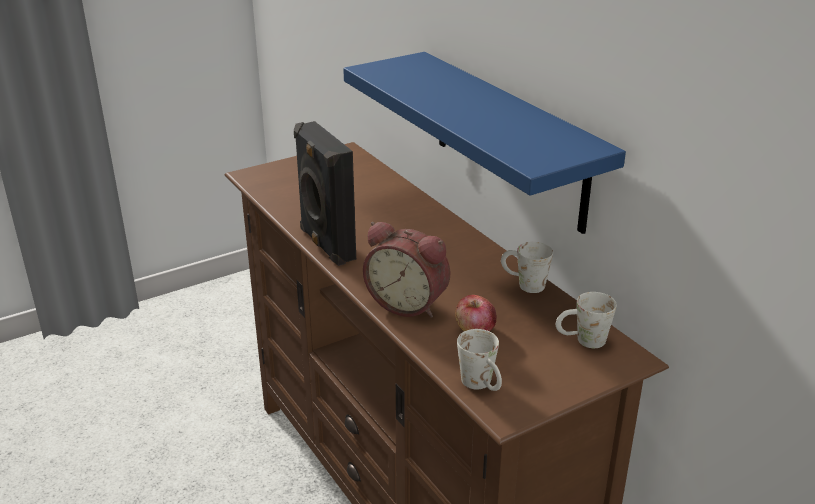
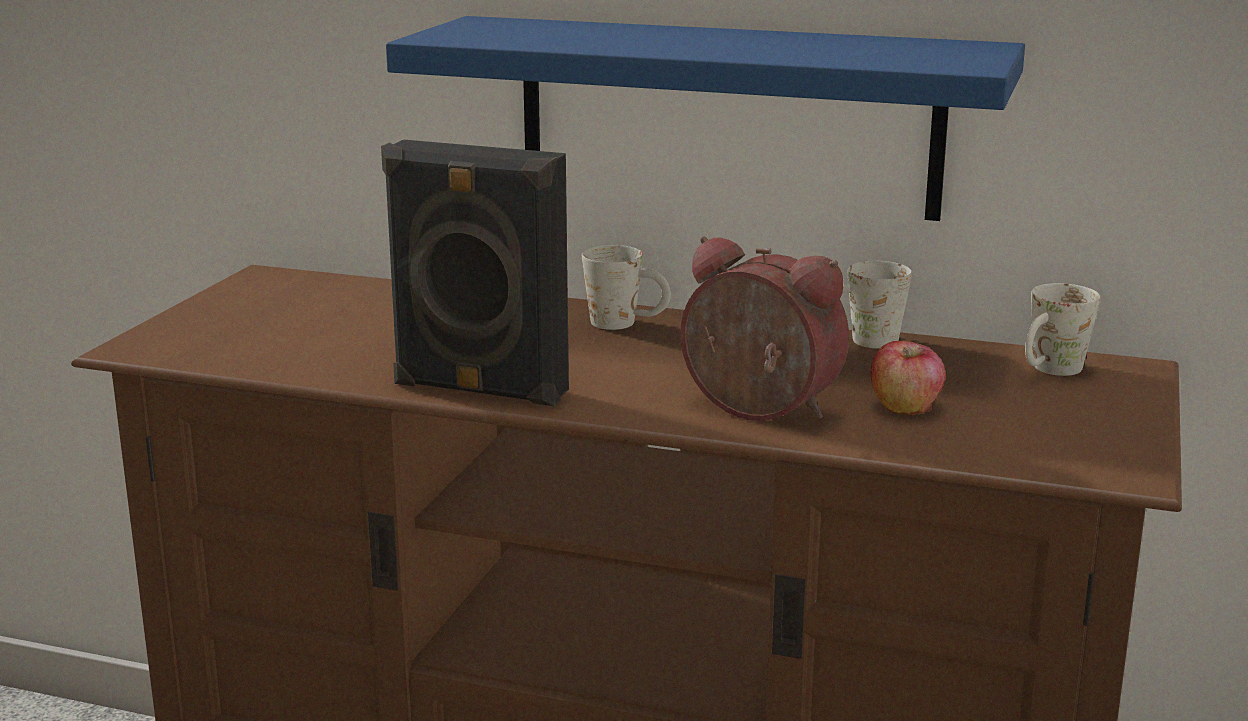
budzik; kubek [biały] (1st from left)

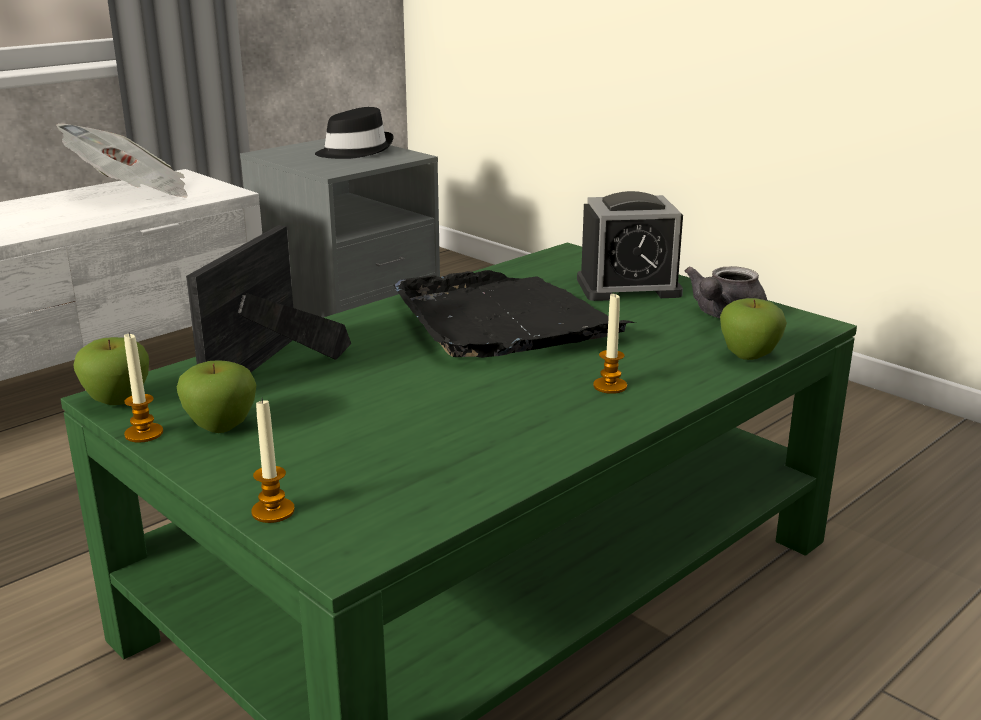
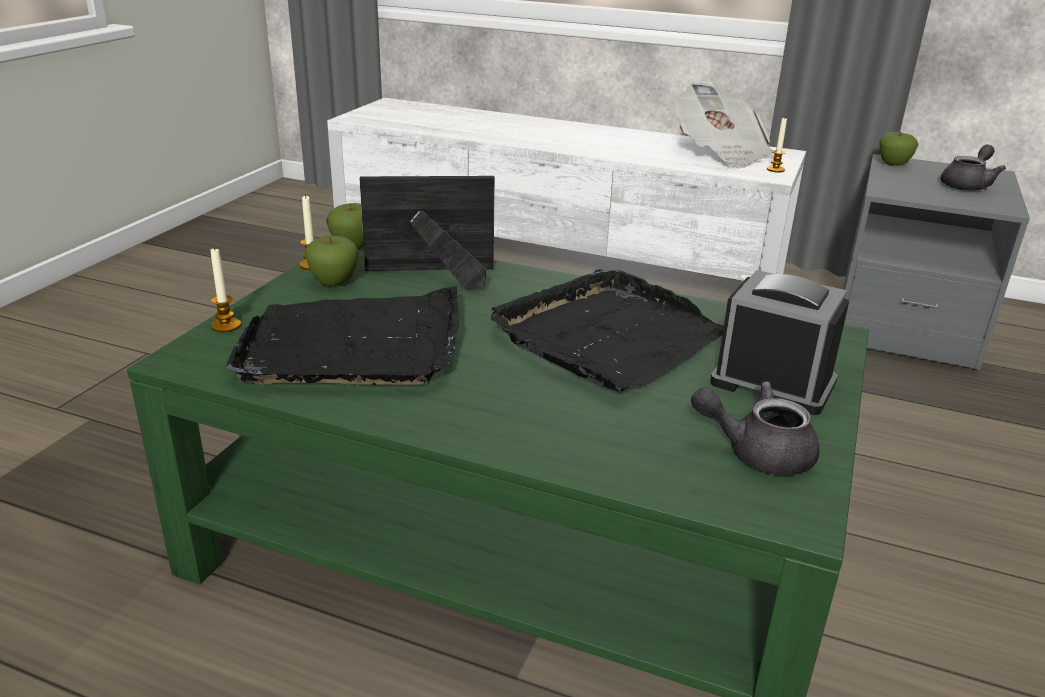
imbryk [szary] (2nd from left); budzik; świeca (3rd from left); jabłko (3rd from left); taca [czarny] (1st from left)

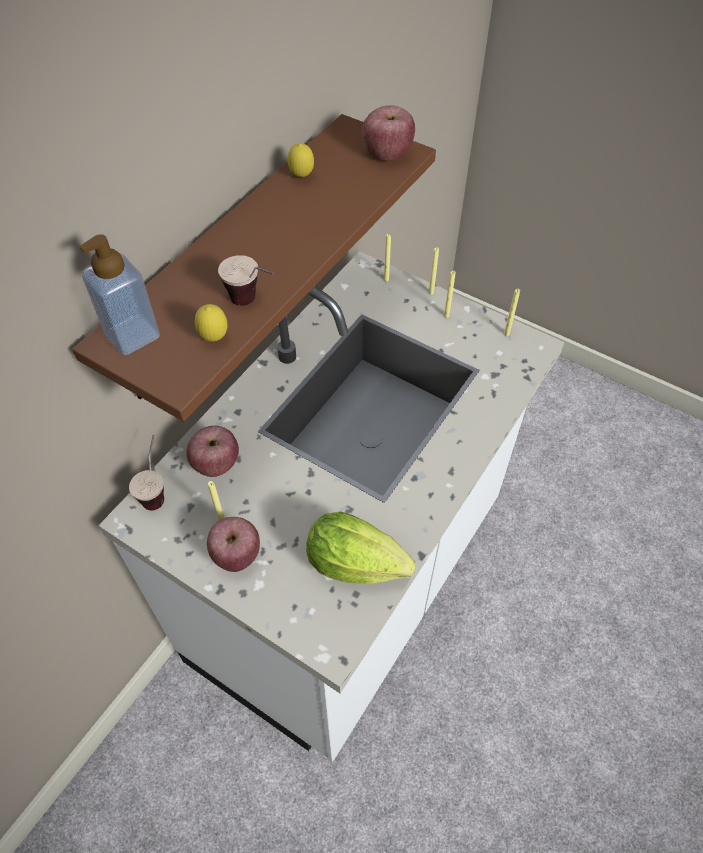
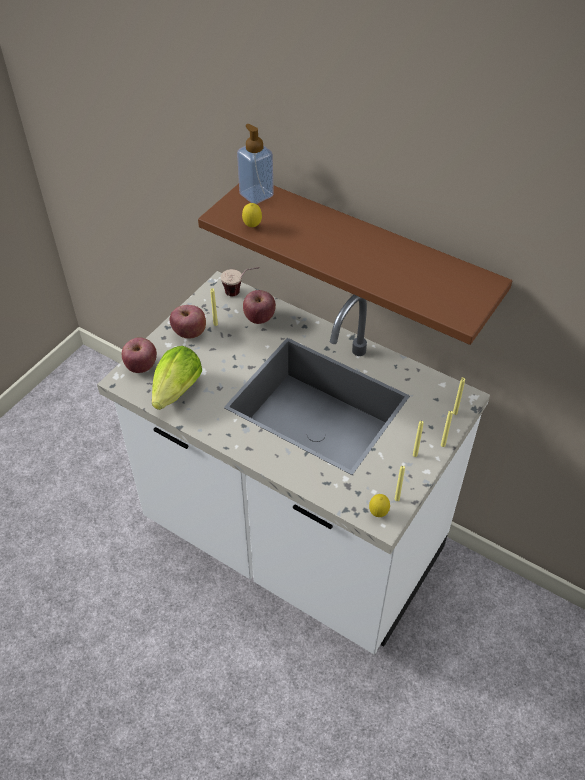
filiżanka (2nd from left in the first image); cytryna (2nd from left); jabłko (1st from left)

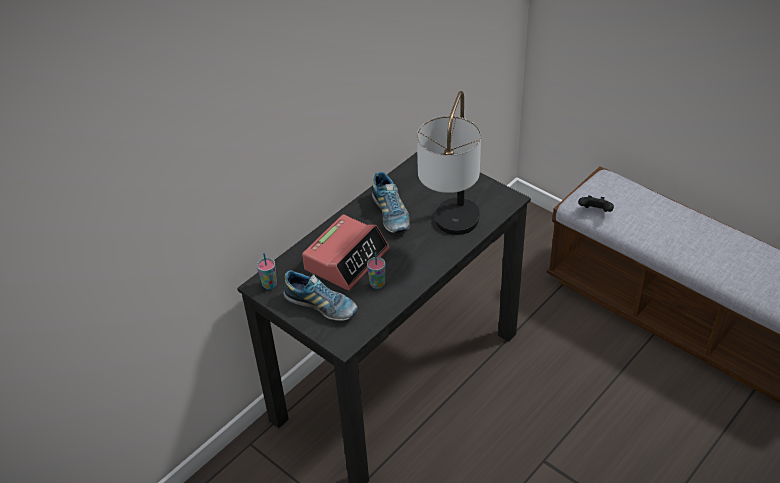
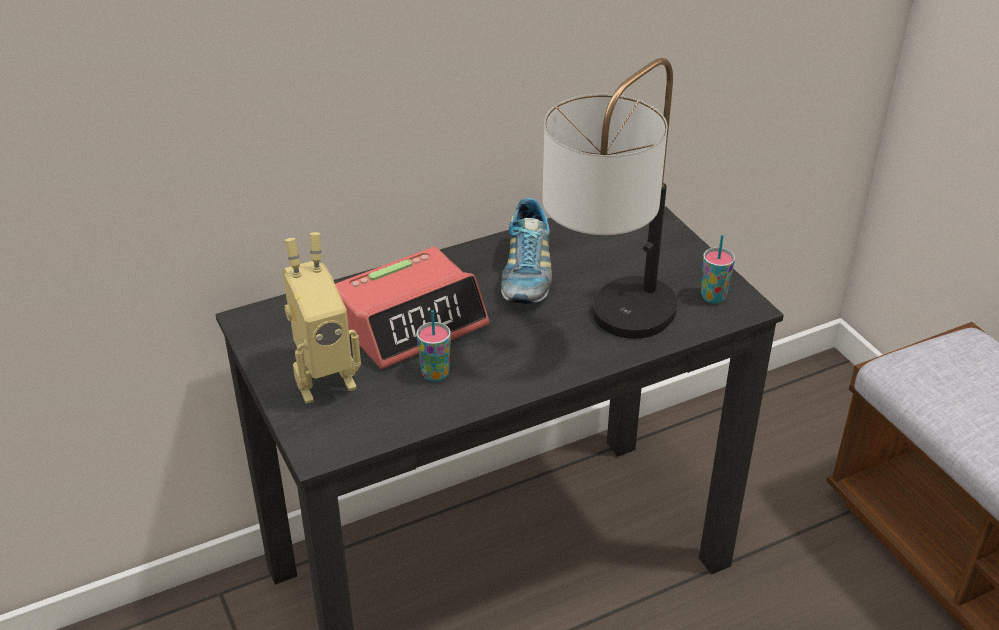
filiżanka (2nd from left); robot zabawkowy; pad do gier [czarny]

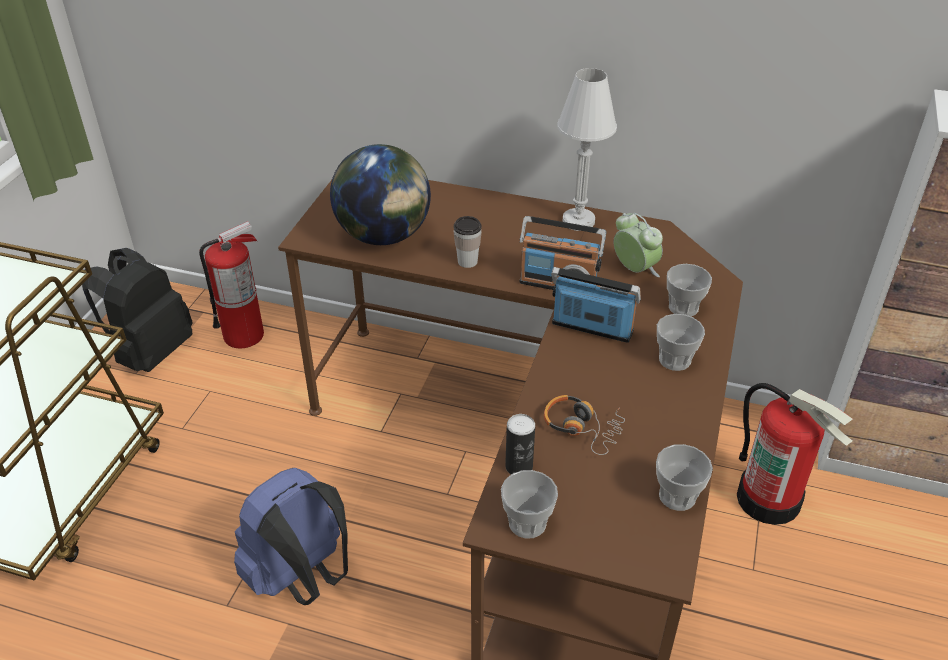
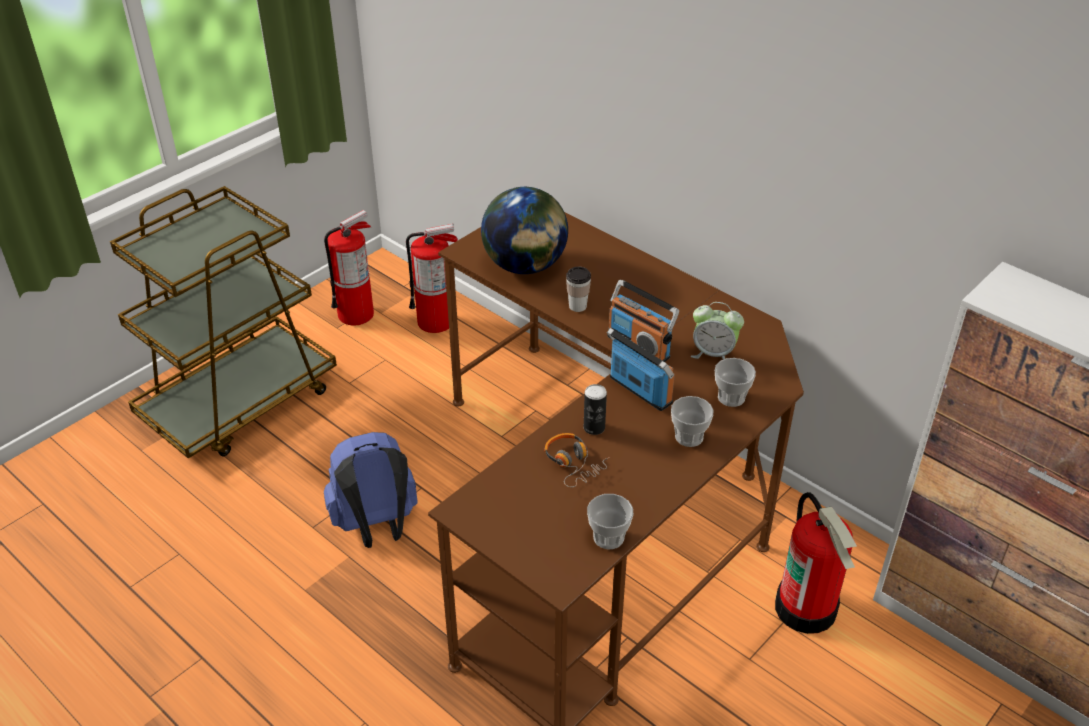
gaśnica (1st from left); filiżanka (2nd from left in the first image); puszka; lampa stołowa [biały]; budzik

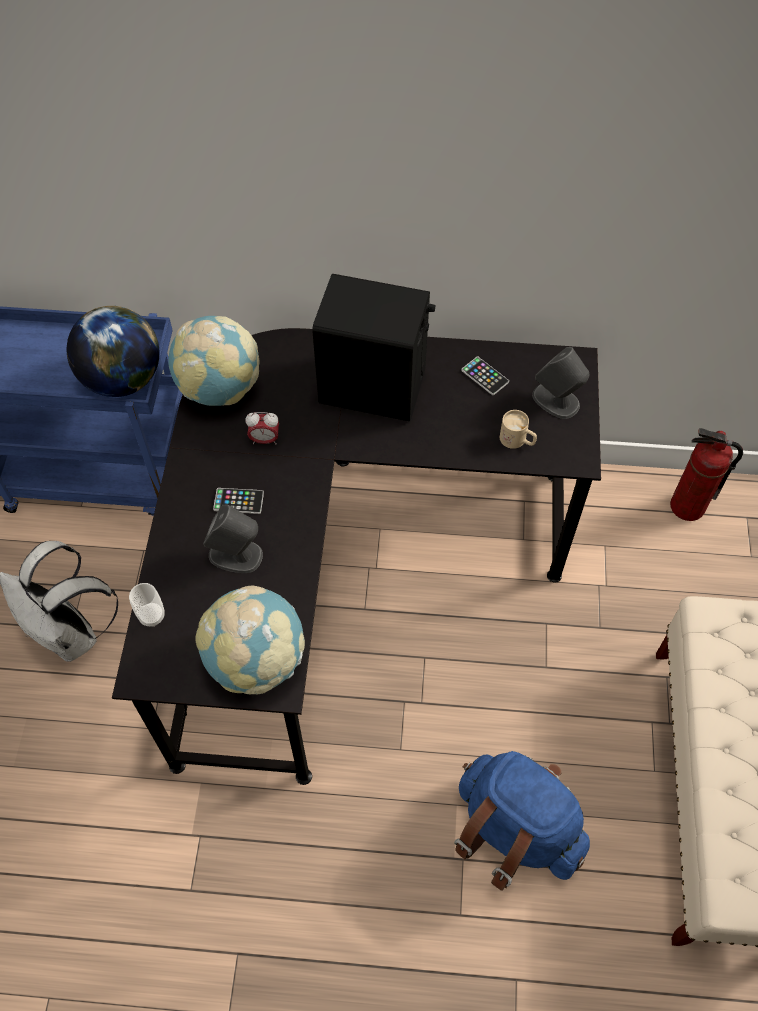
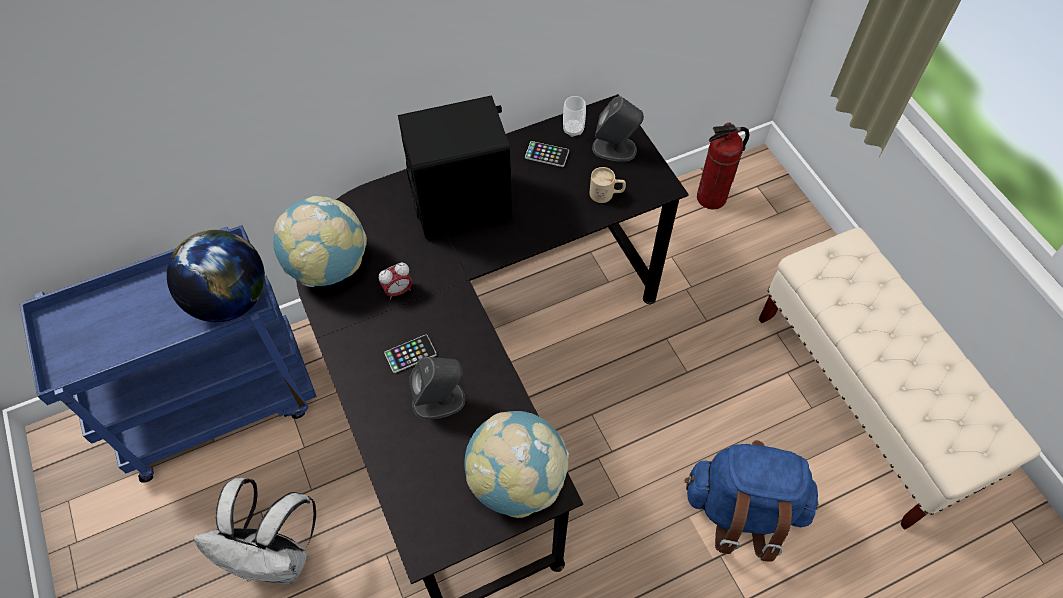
filiżanka

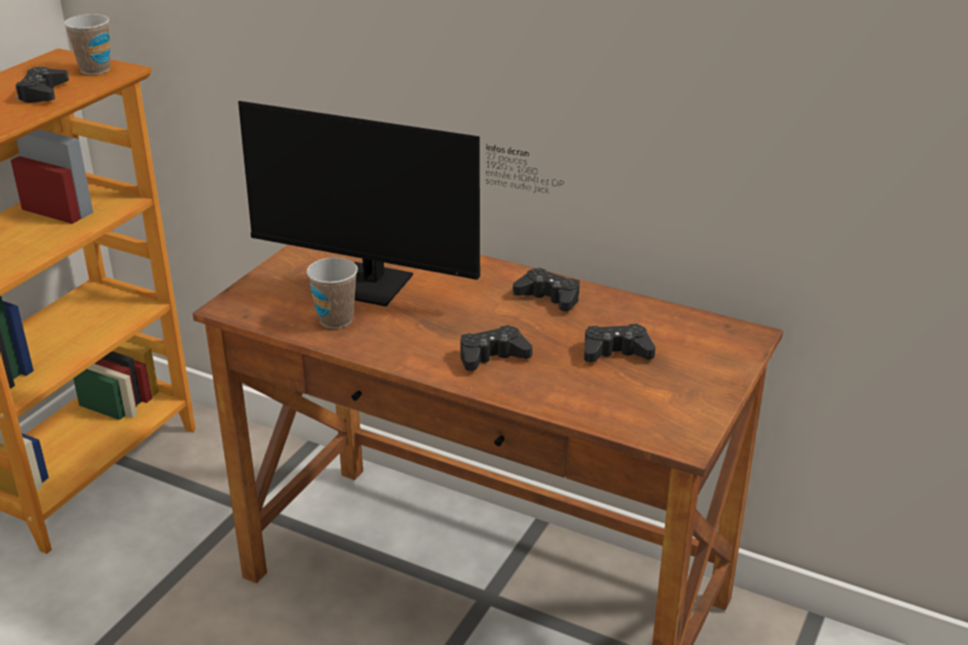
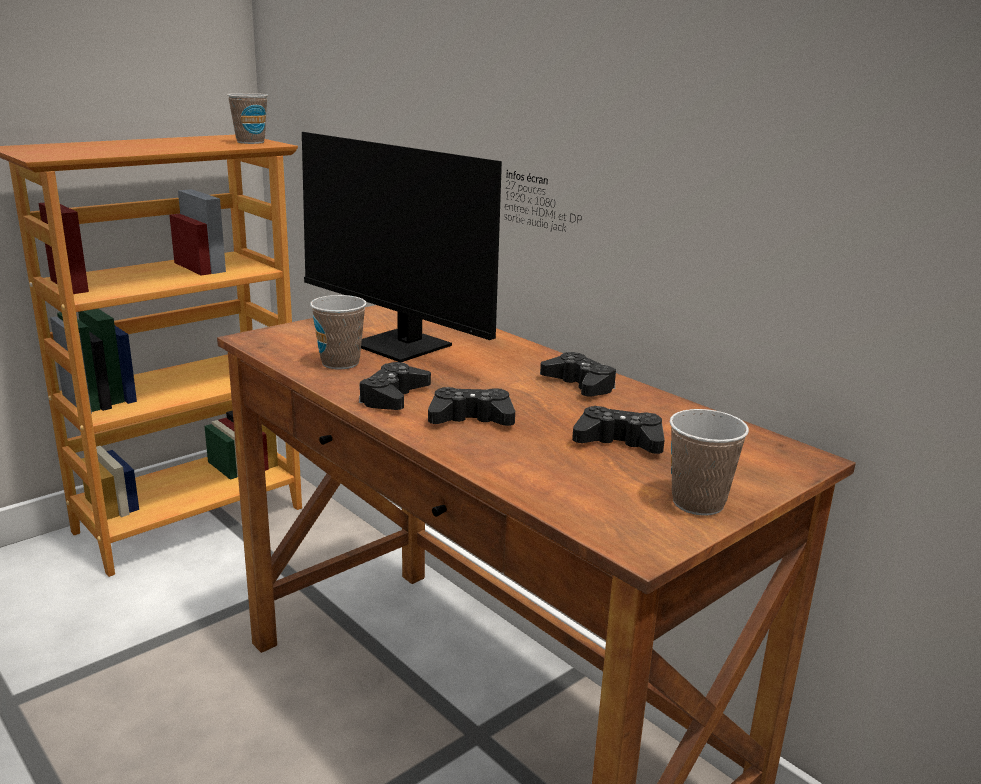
pad do gier [czarny] (1st from left); filiżanka (3rd from left)

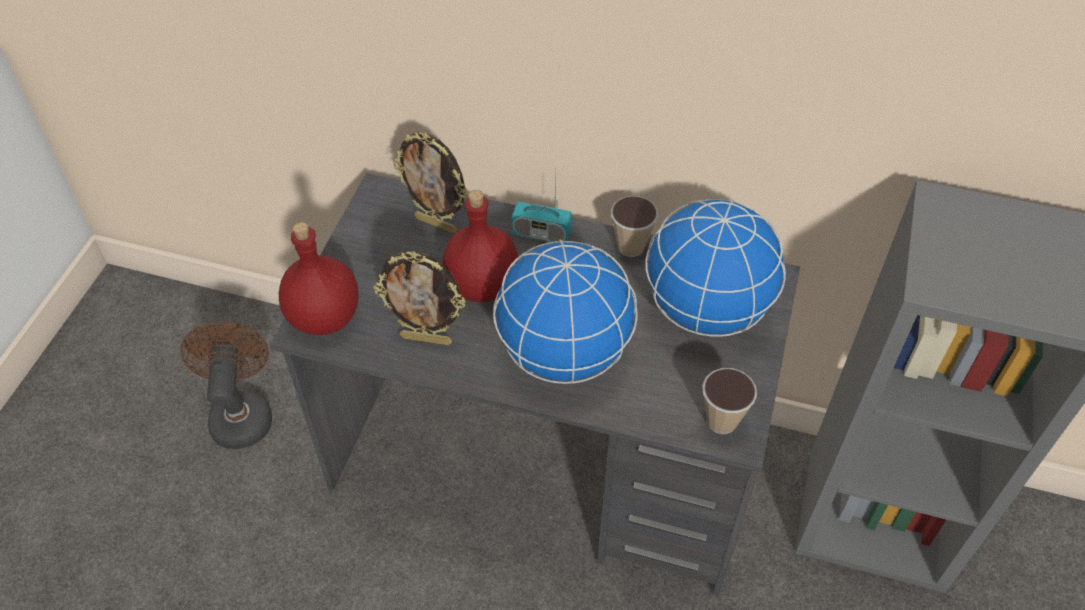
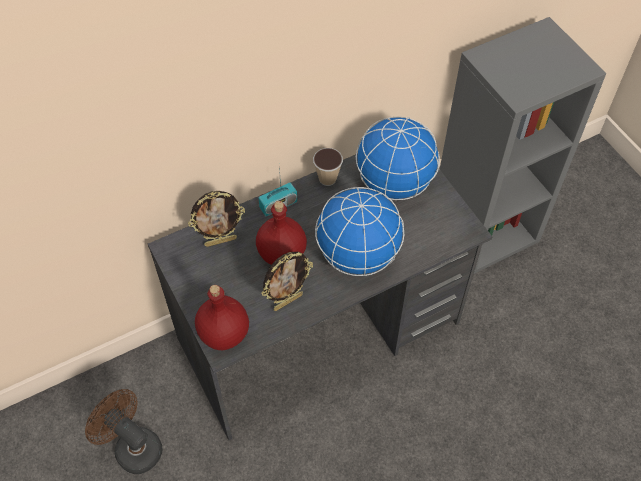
filiżanka (2nd from left in the first image)

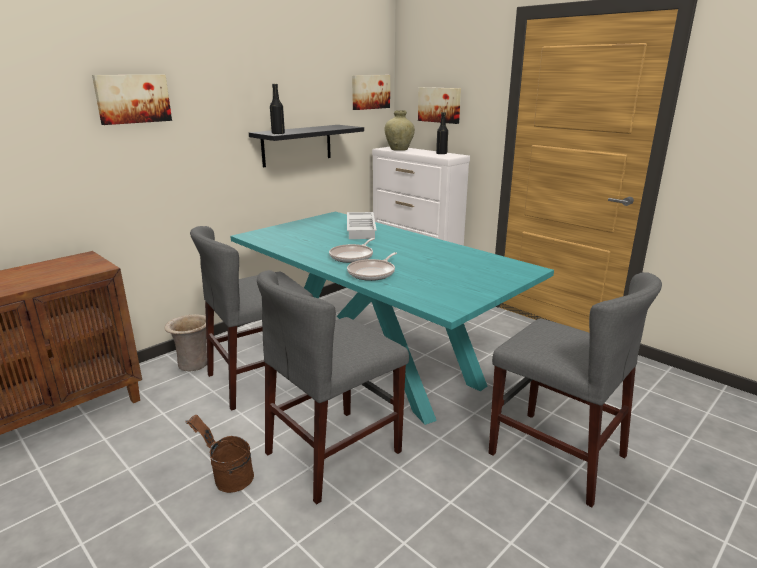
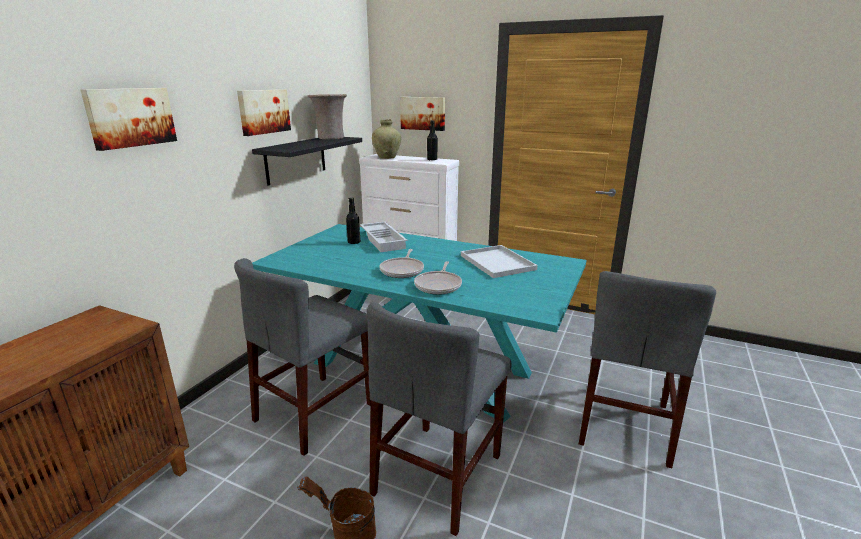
wazon [beżowy] (1st from left); butelka [czarny] (1st from left); obraz (2nd from left); krzesło [szary] (3rd from left); taca [biały] (2nd from left)

